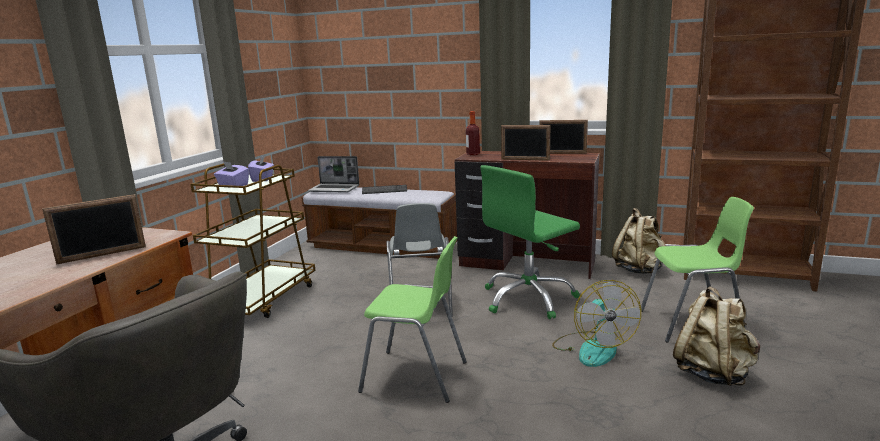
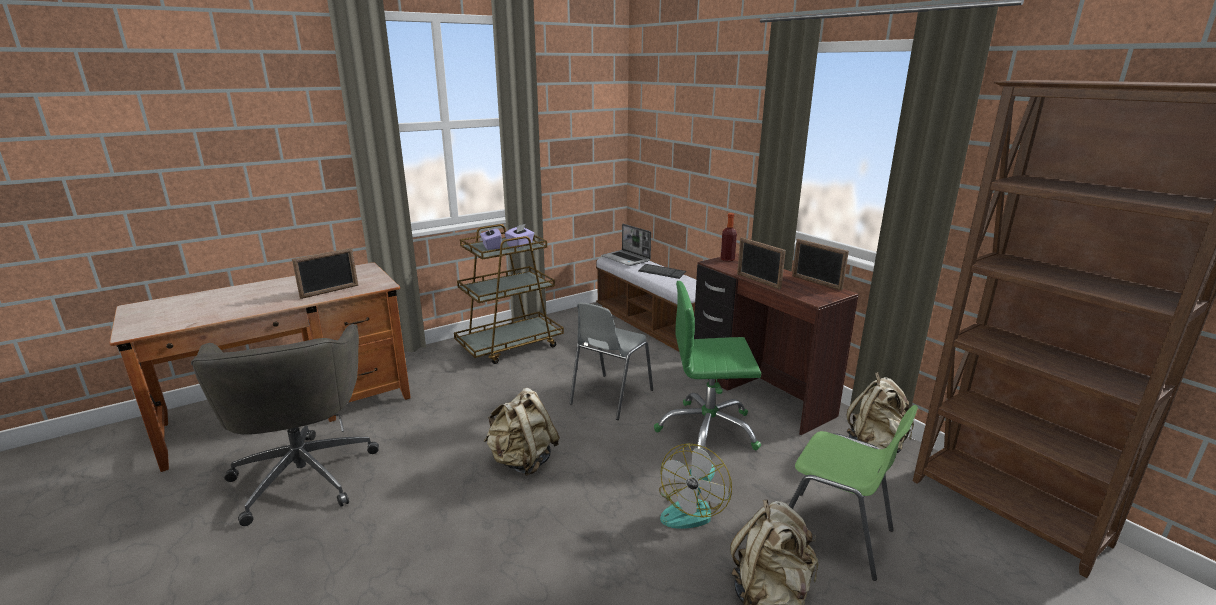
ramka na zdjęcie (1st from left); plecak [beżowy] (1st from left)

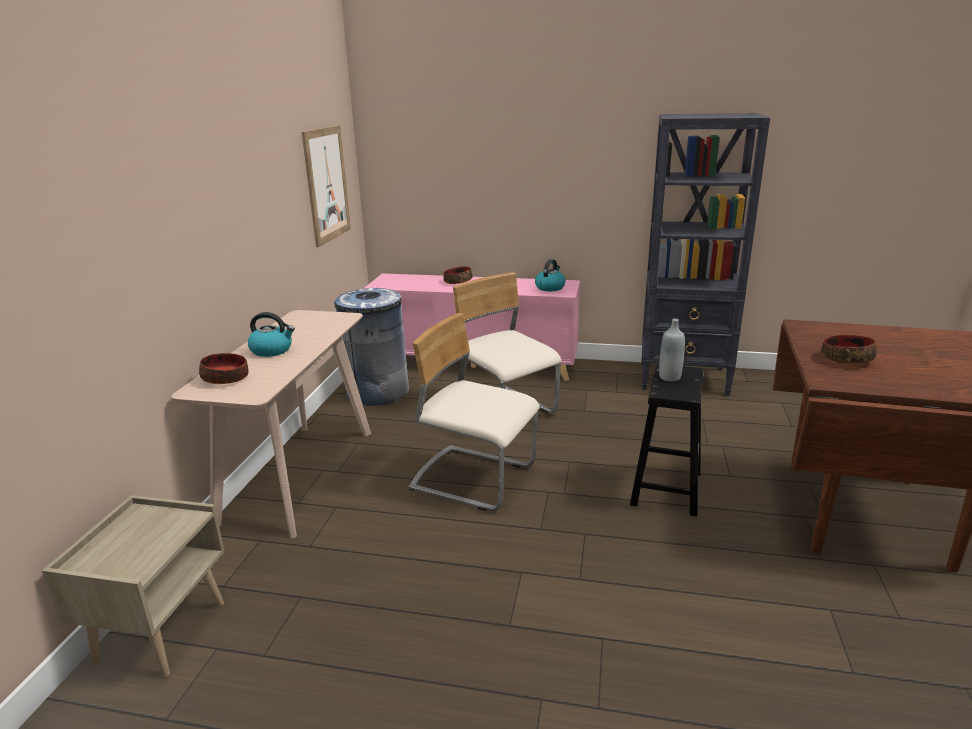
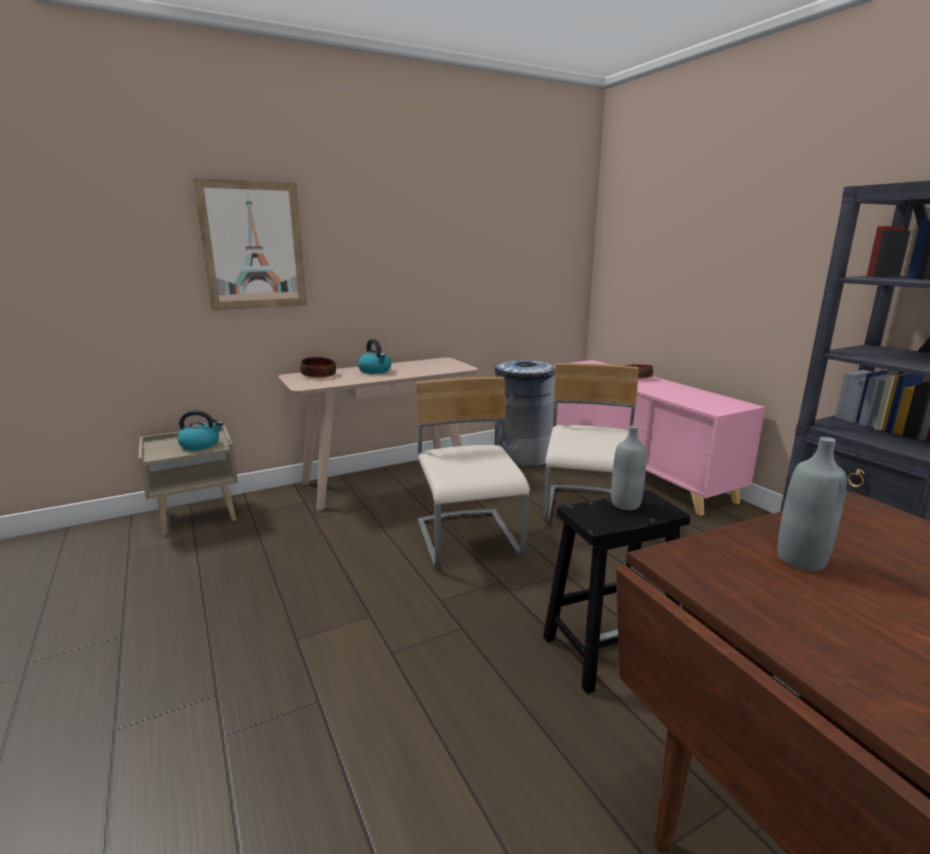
obraz; czajnik (1st from left); butelka [szary] (2nd from left)

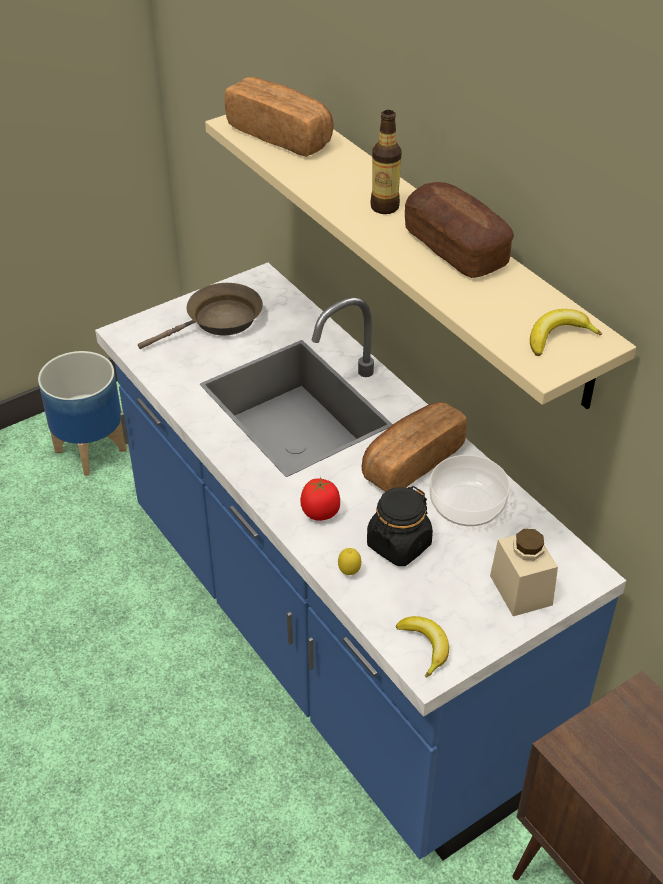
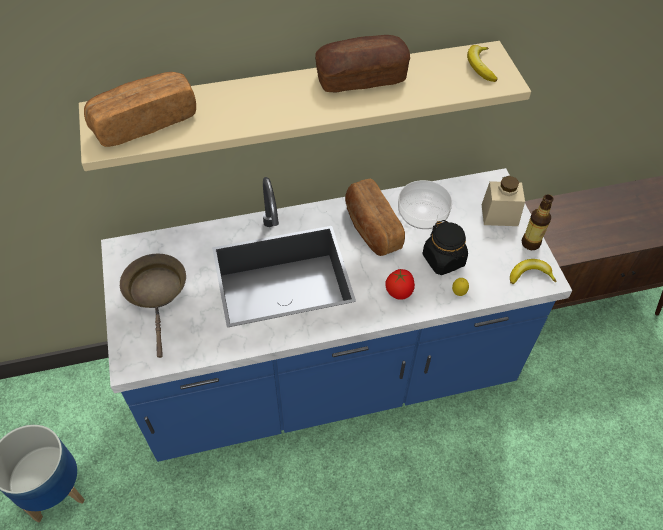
butelka

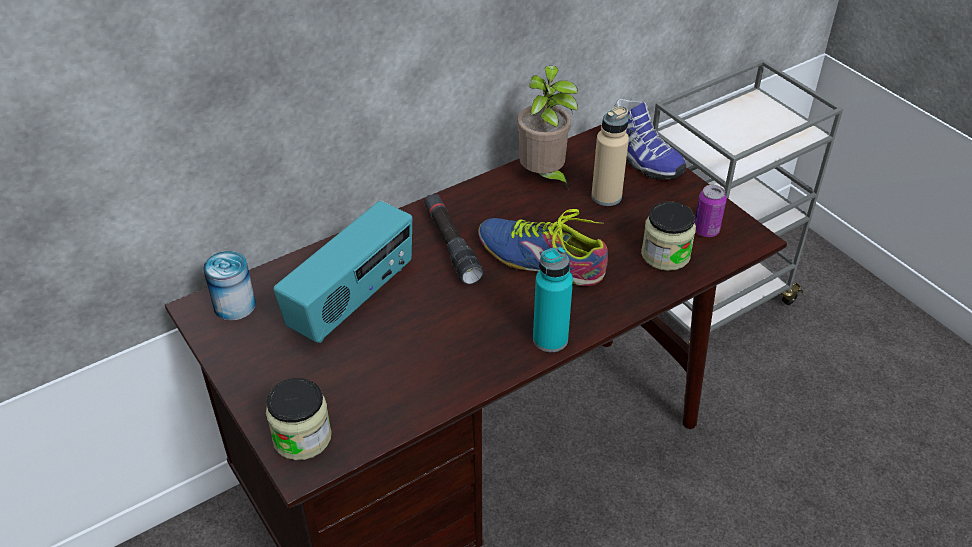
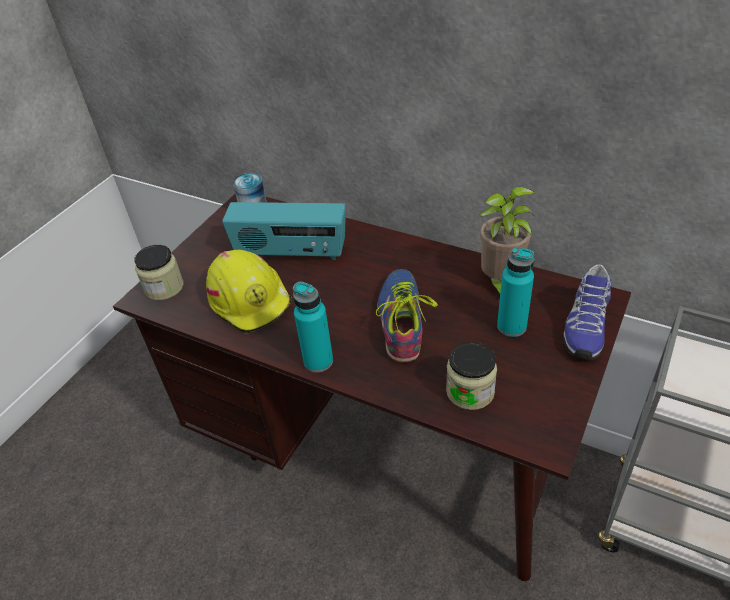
latarka [czarny]; butelka [turkusowy] (2nd from left); puszka (2nd from left in the first image); kask [żółty]

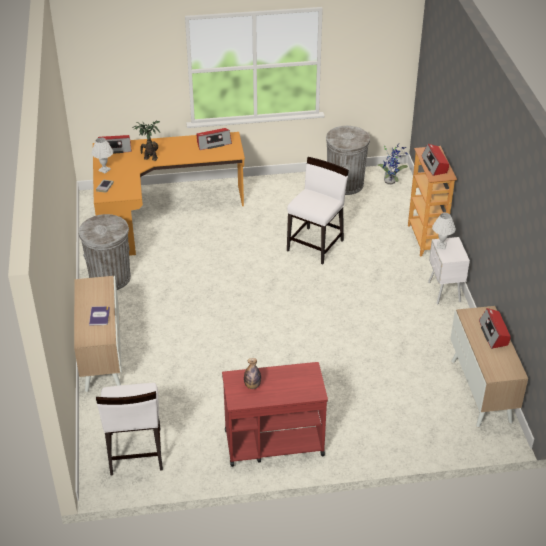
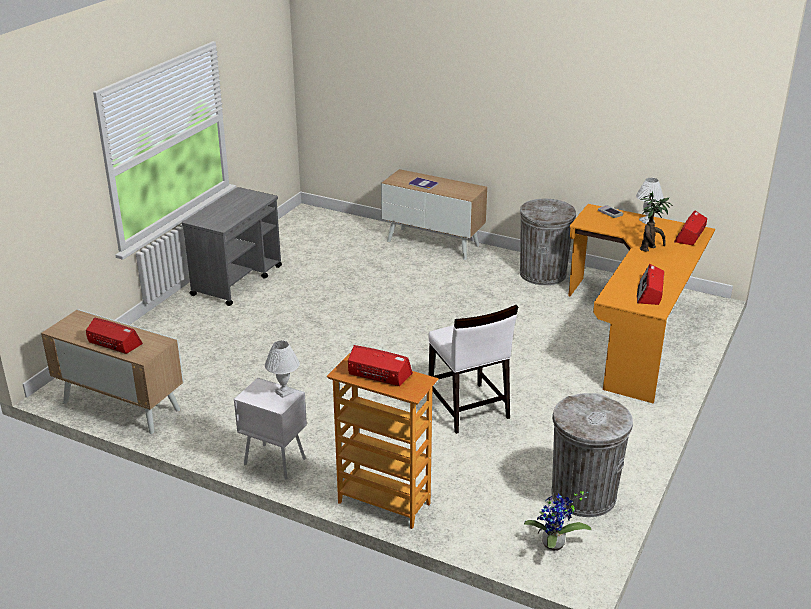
krzesło [biały] (1st from left in the first image); wózek [szary]; butelka

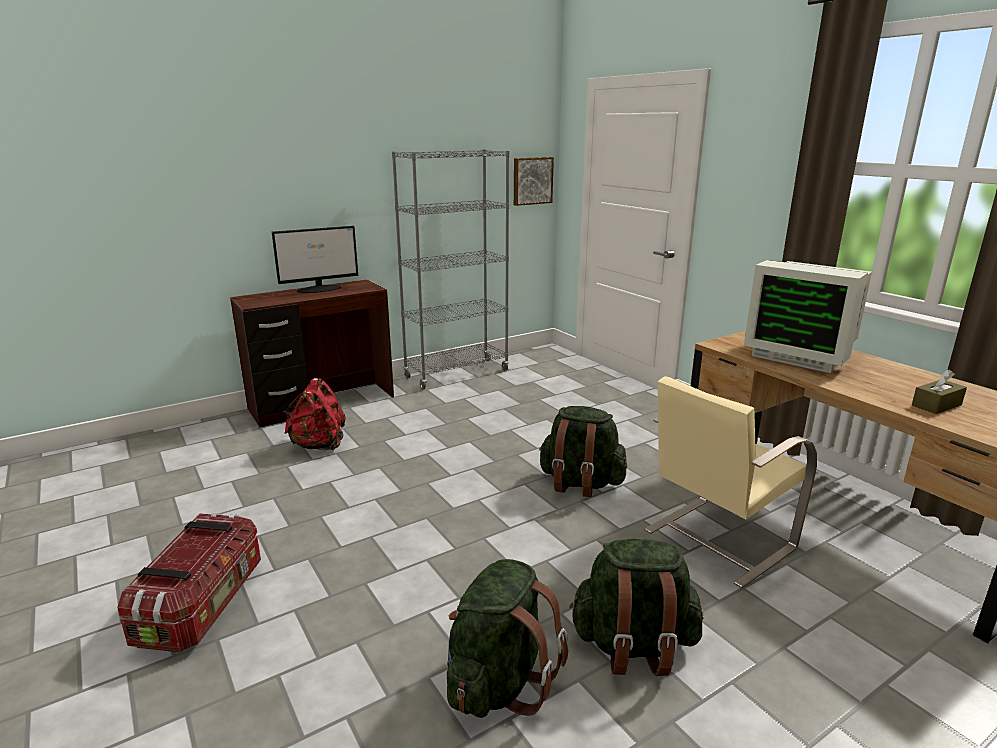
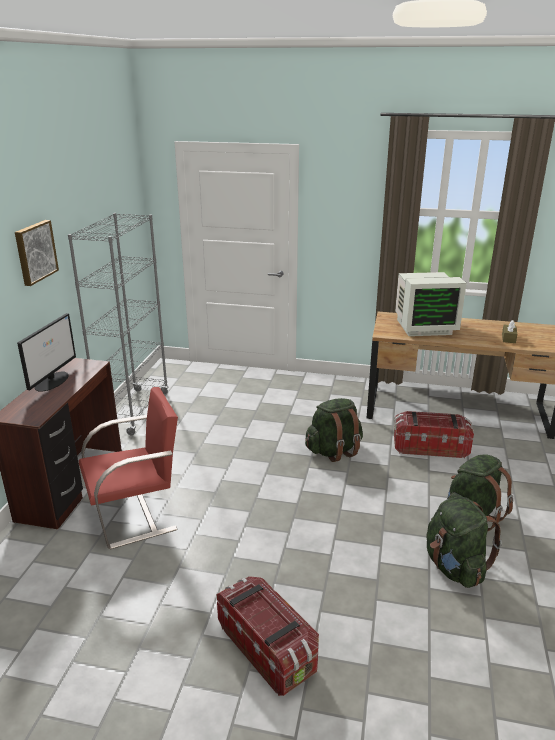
krzesło [czerwony]; obraz; pojemnik do przechowywania (2nd from left)

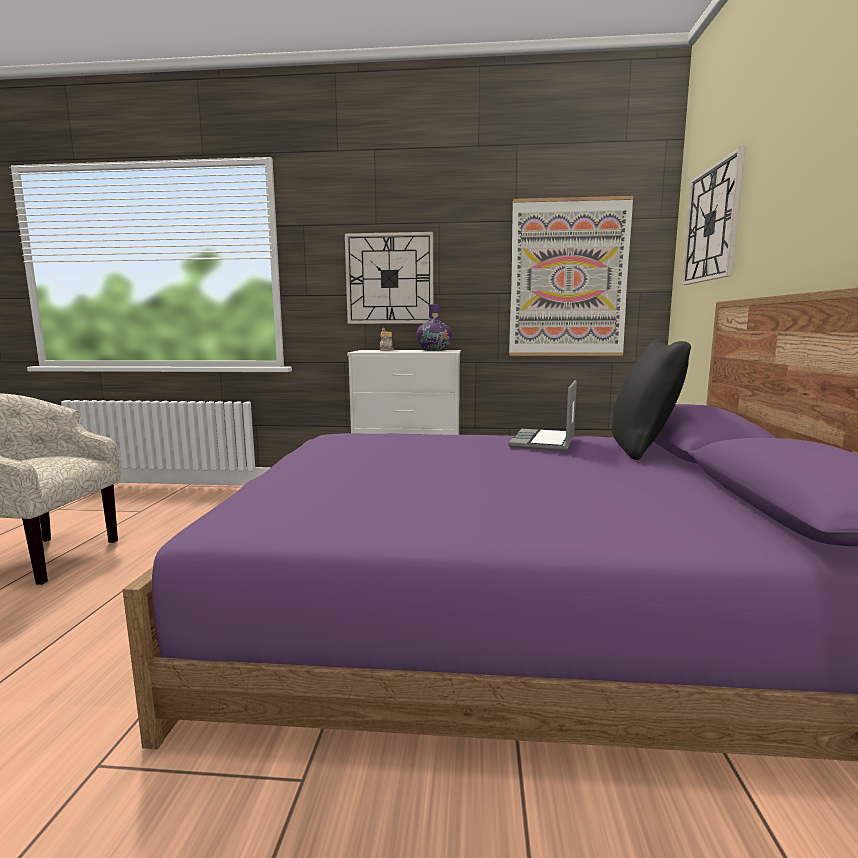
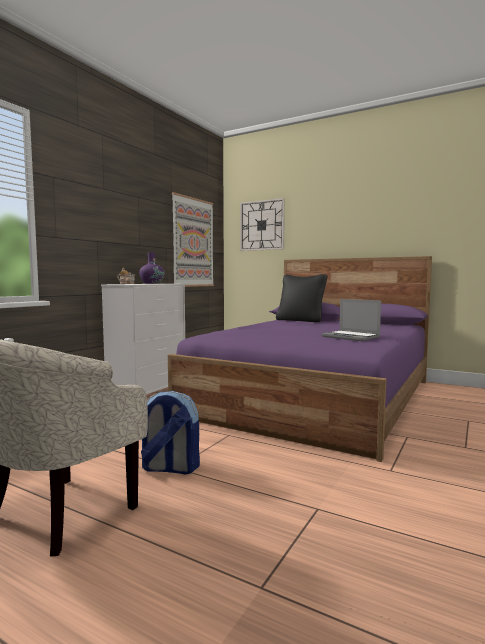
zegar ścienny (1st from left in the first image); laptop; plecak

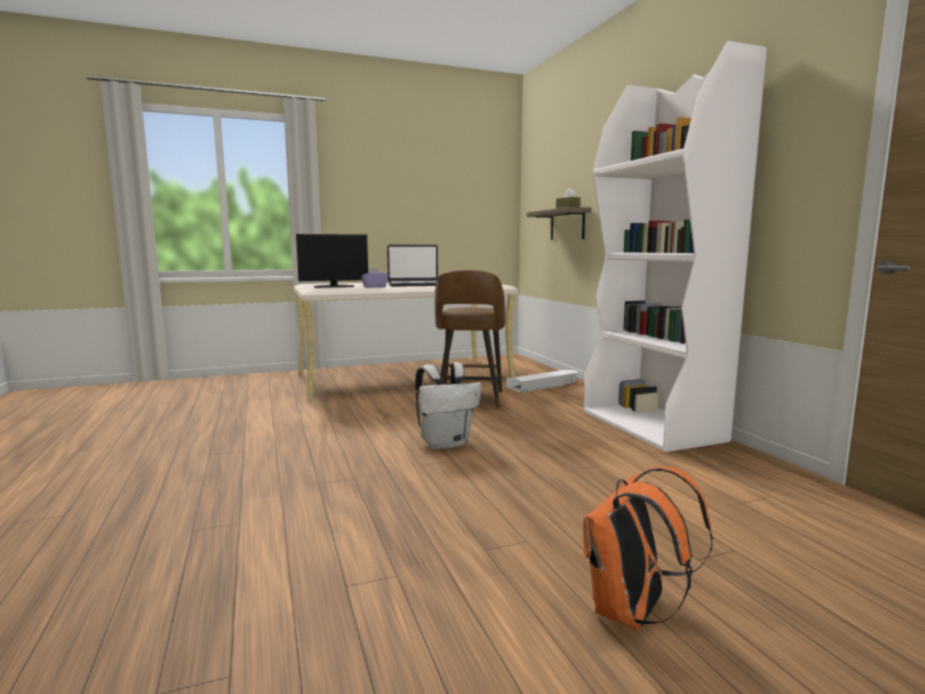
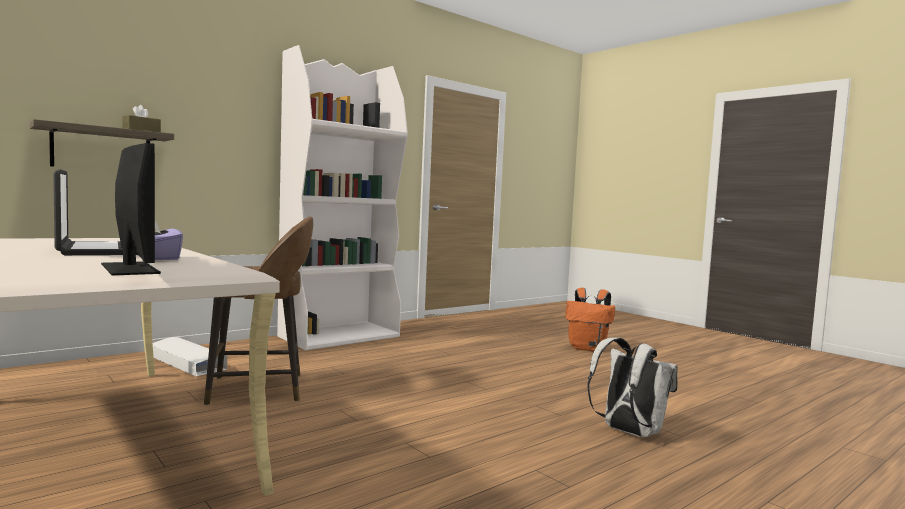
plecak [biały]

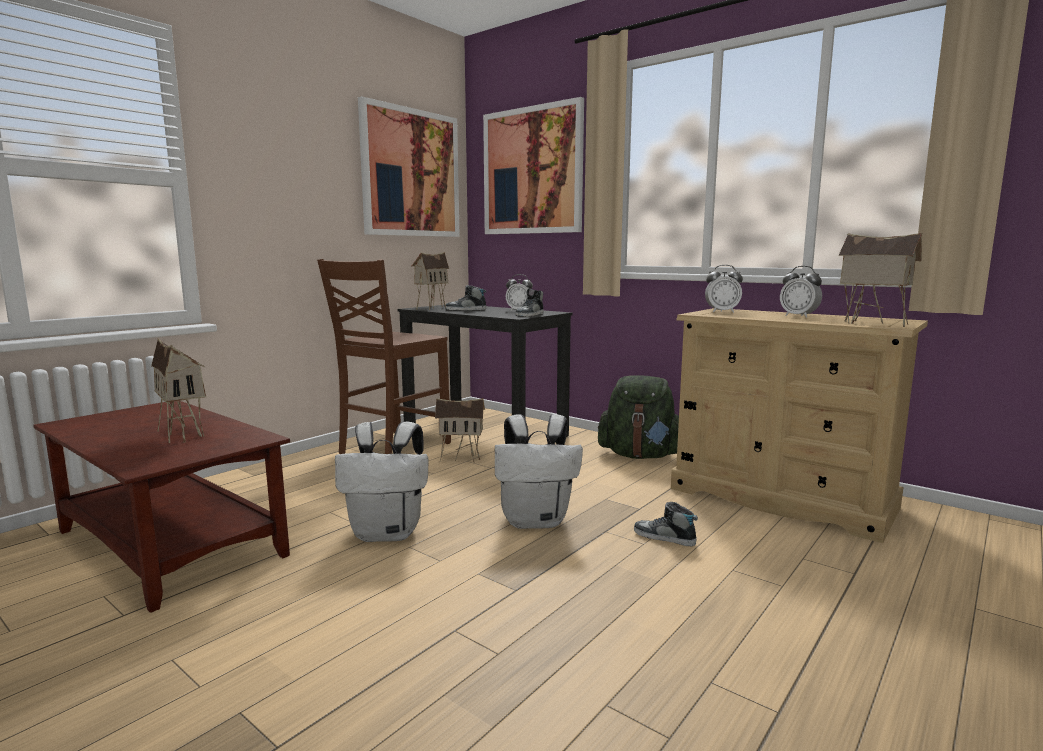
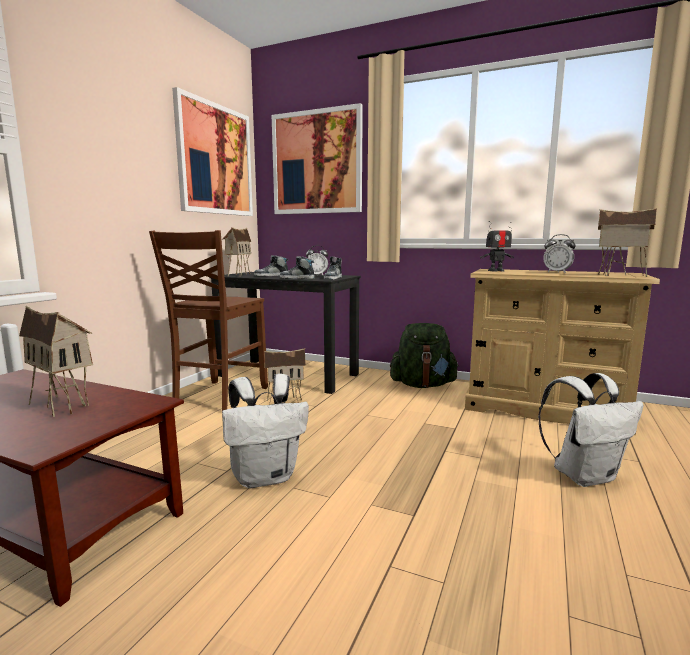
plecak [biały] (2nd from left); but (2nd from left); robot zabawkowy

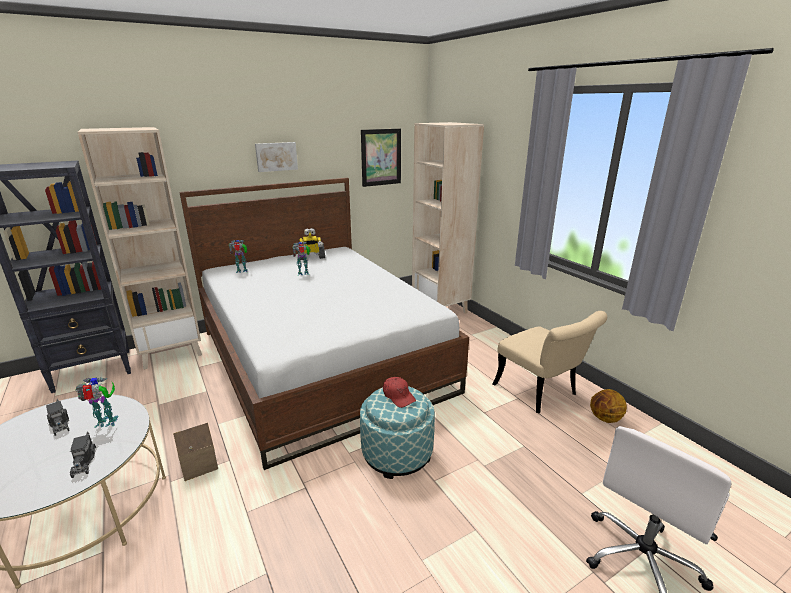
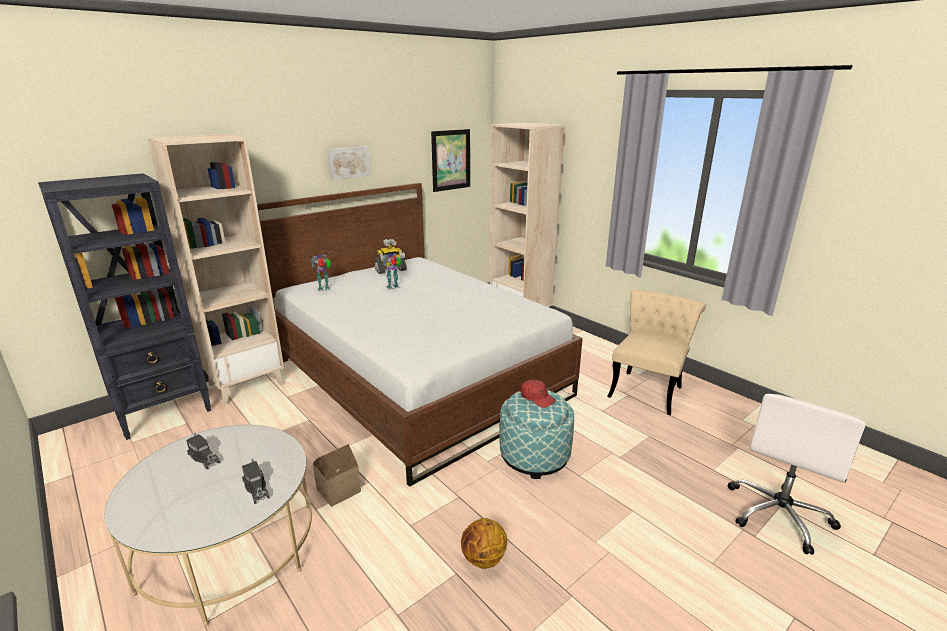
robot zabawkowy (1st from left in the first image); krzesło [beżowy]; piłka do koszykówki

